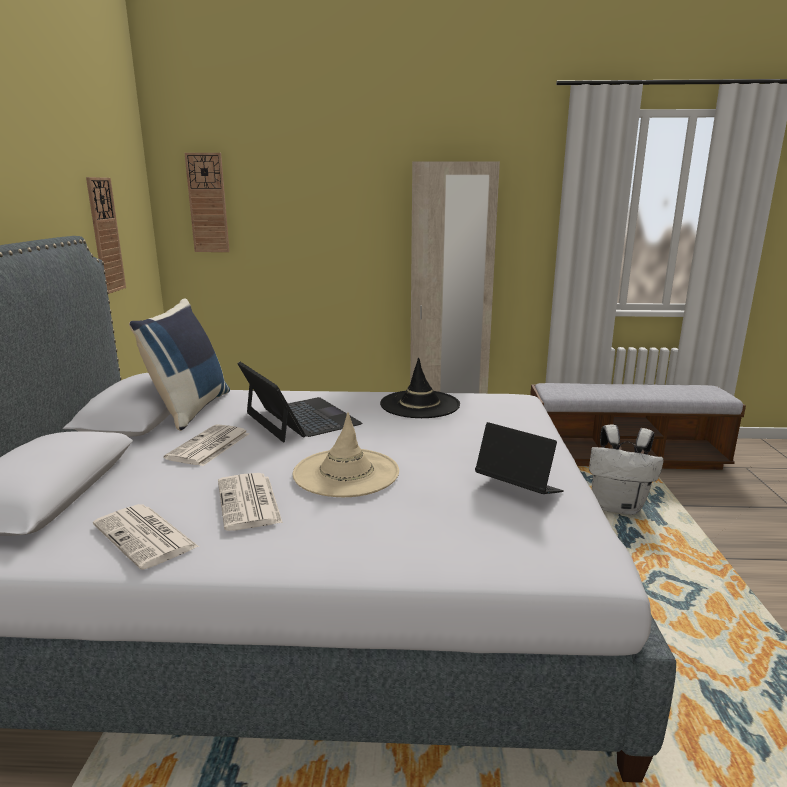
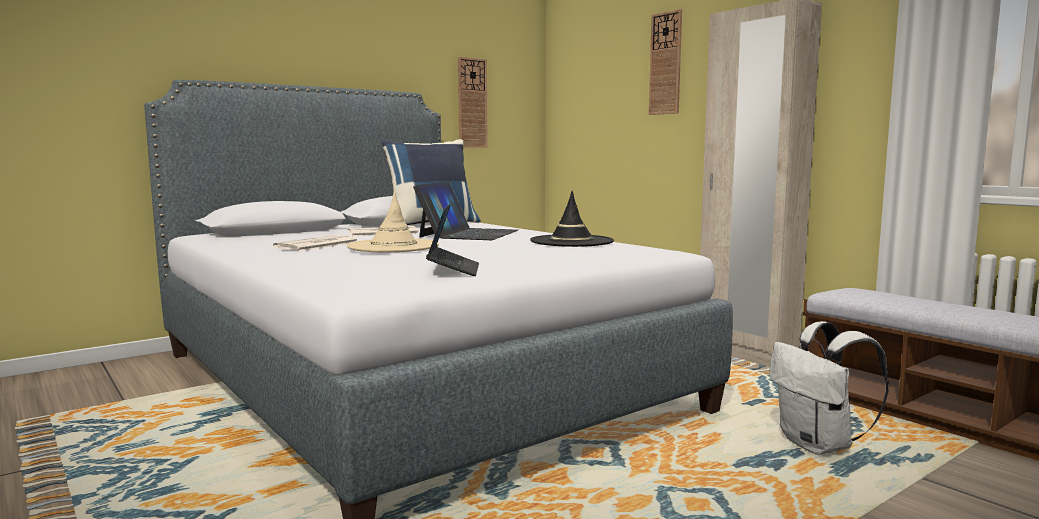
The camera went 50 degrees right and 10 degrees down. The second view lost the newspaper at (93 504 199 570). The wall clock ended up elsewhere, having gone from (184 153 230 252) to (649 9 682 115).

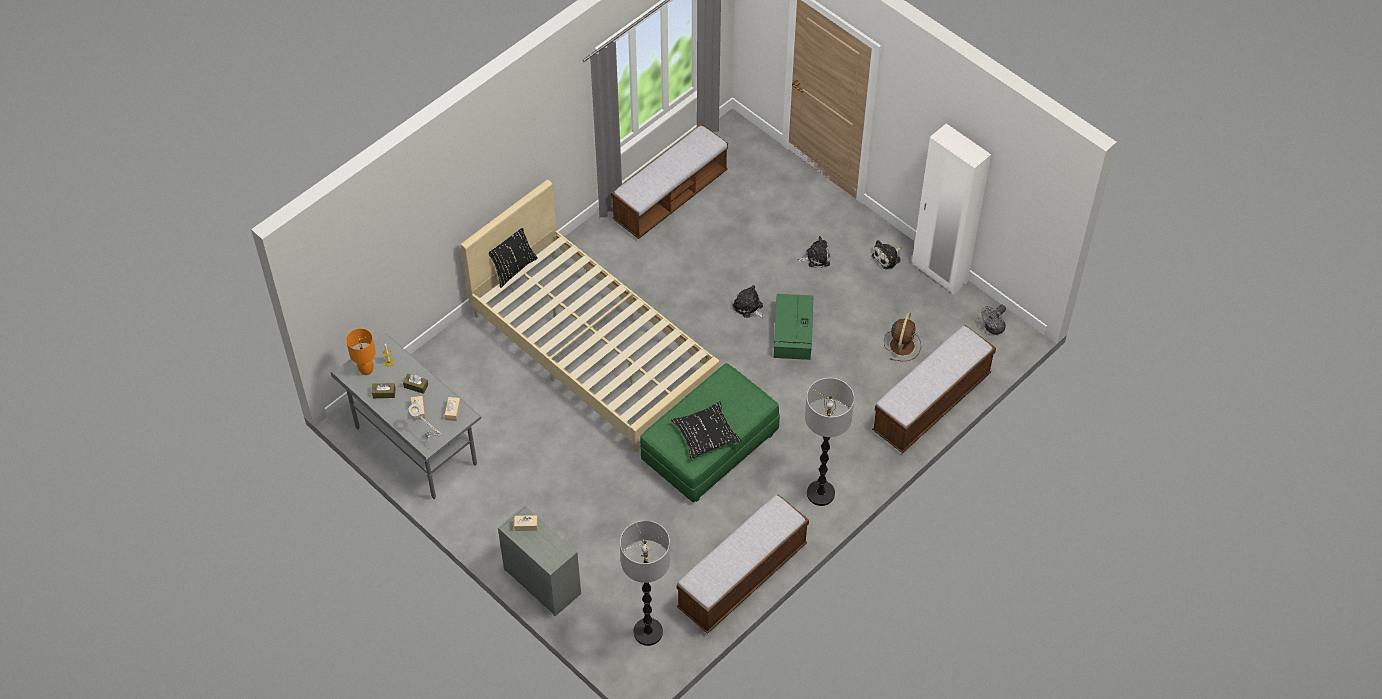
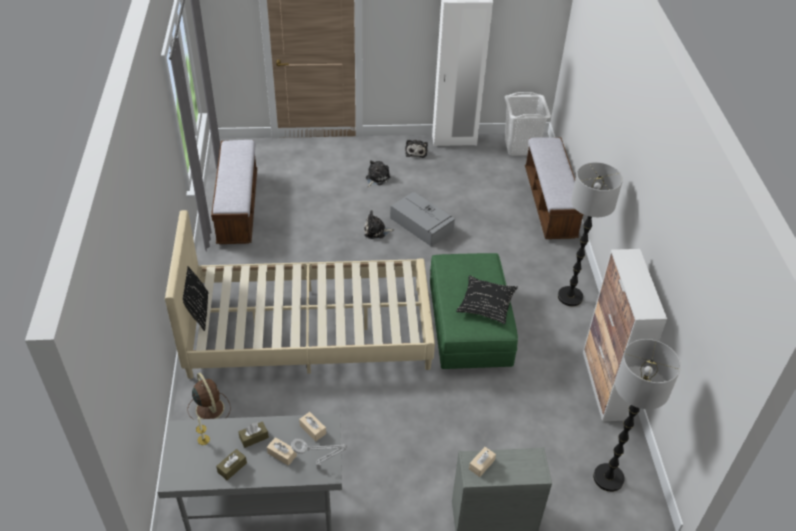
The camera went 50 degrees left and 10 degrees down. The second view lost the orange table lamp at (346 328 376 375). Where the bench stood at (677 494 809 634), the cabinet came to stand at (583 249 667 421). What was the green storage box at (773 294 813 360) turned into the grey storage box at (390 192 455 247). The brown fan ended up elsewhere, having gone from (884 312 921 361) to (187 373 231 420). Where the grey fan stood at (981 304 1006 335), the white laundry basket came to stand at (505 92 551 156).

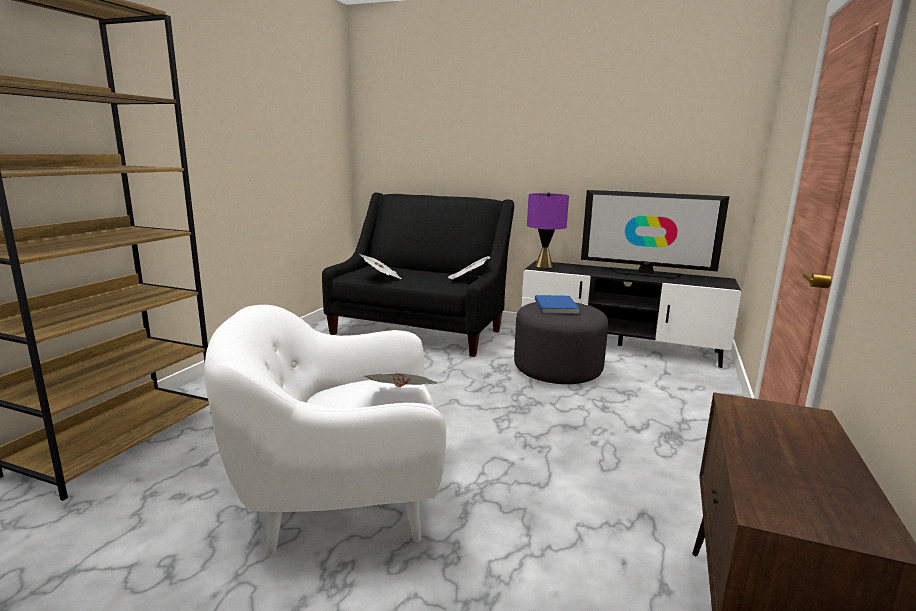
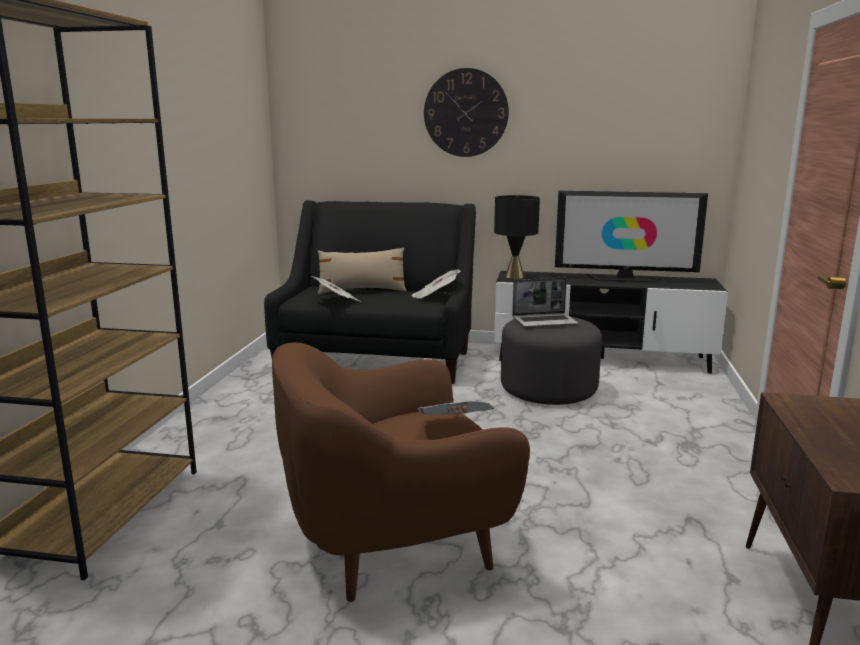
The camera went 10 degrees left and 0 degrees up. What was the white armchair at (204 305 446 556) turned into the brown armchair at (272 342 530 602). What was the purple table lamp at (527 192 569 268) turned into the black table lamp at (494 195 540 279). Where the blue book stood at (535 295 580 314), the laptop came to stand at (512 278 579 328). The second view gained the beige pillow at (317 248 407 294). The second view gained the wall clock at (424 68 509 157).

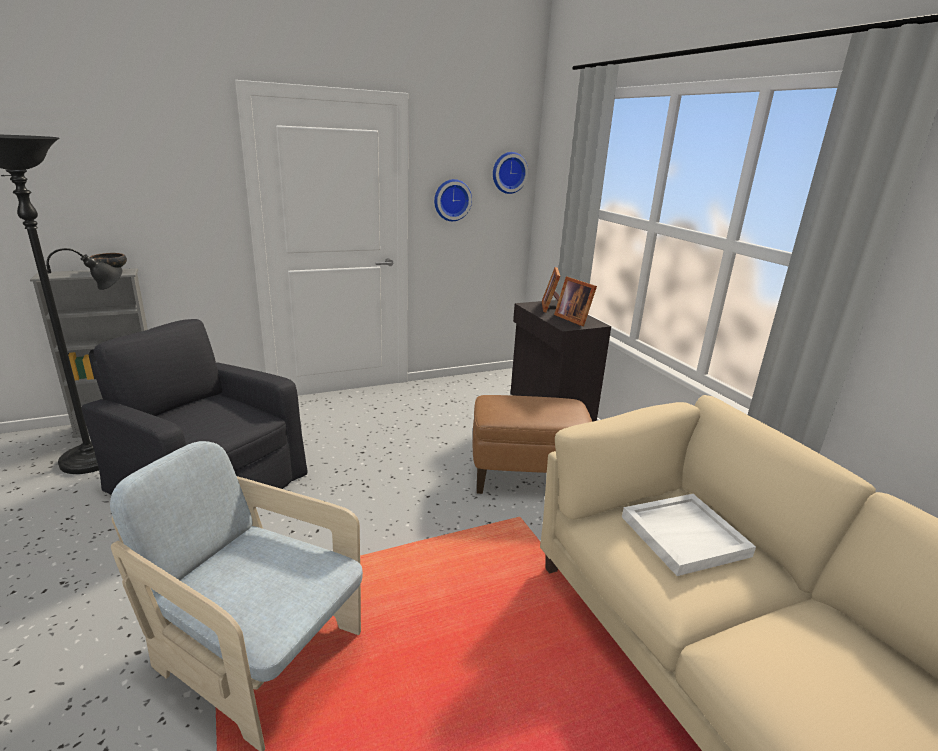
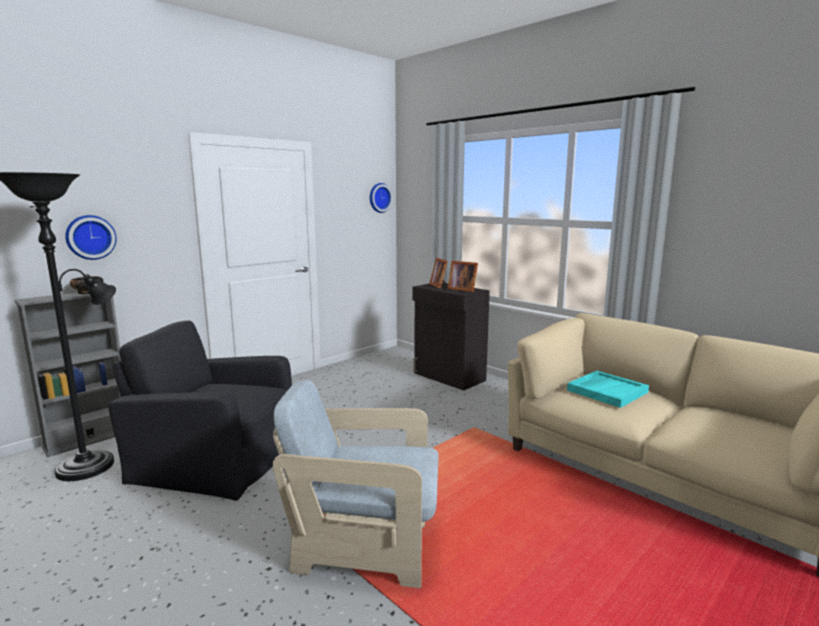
The camera went 20 degrees left and 10 degrees down. The wall clock ended up elsewhere, having gone from (434 179 472 221) to (65 215 117 260). The second view lost the brown ottoman at (473 395 592 494). What was the white tray at (622 494 756 576) turned into the turquoise tray at (567 371 649 408).

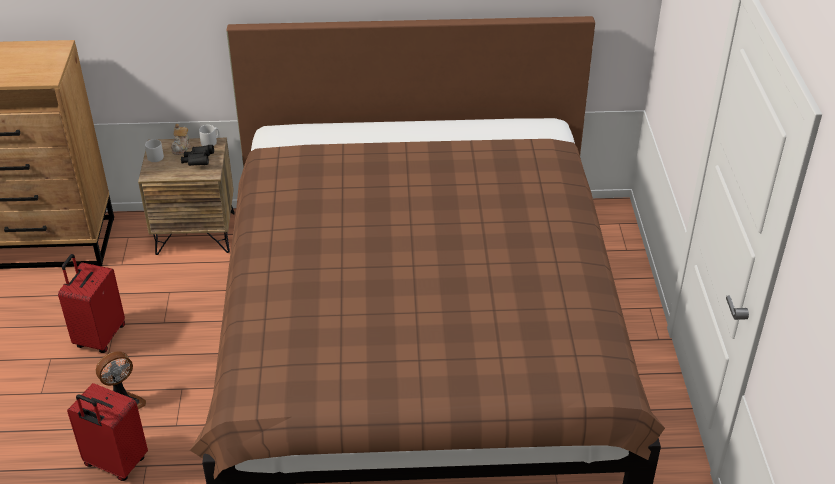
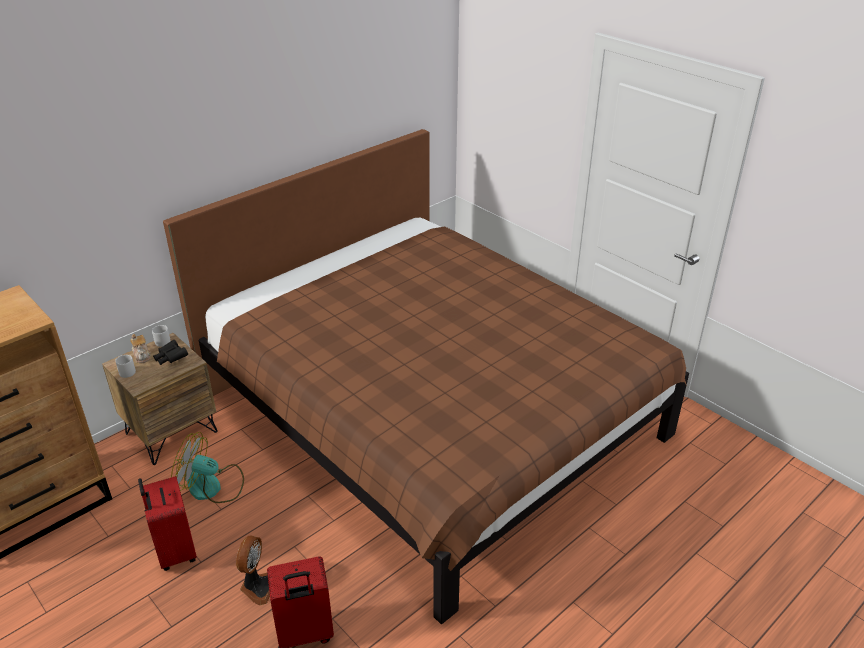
The camera went 40 degrees left and 5 degrees down. The second view gained the fan at (171 432 244 503).

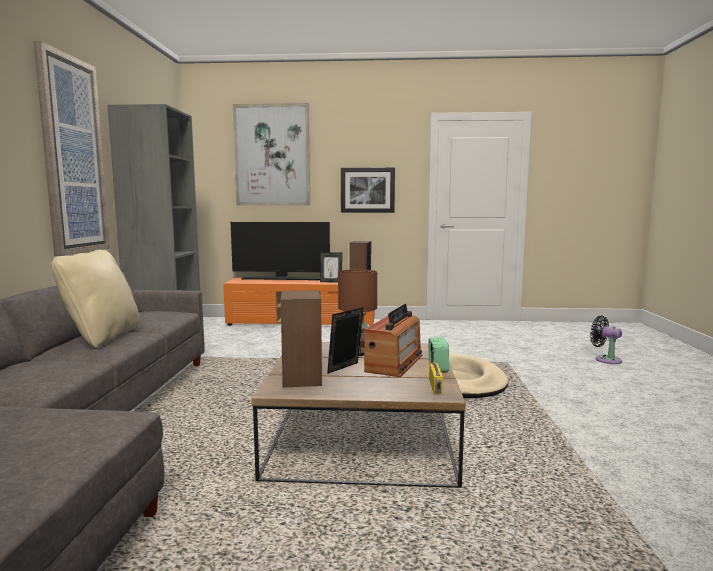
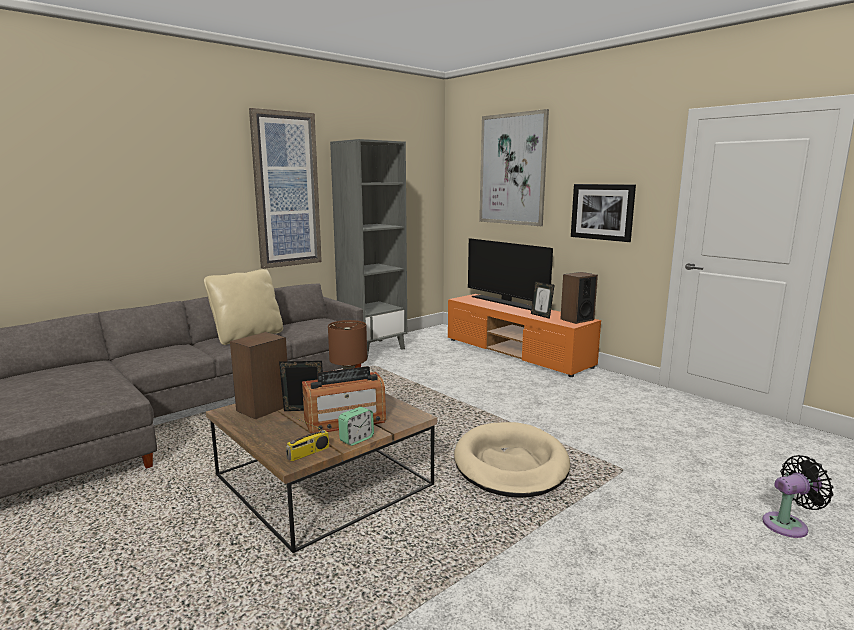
The camera went 45 degrees right and 5 degrees up. The black fan at (590 315 622 364) ended up facing another way, 75 degrees clockwise from before.

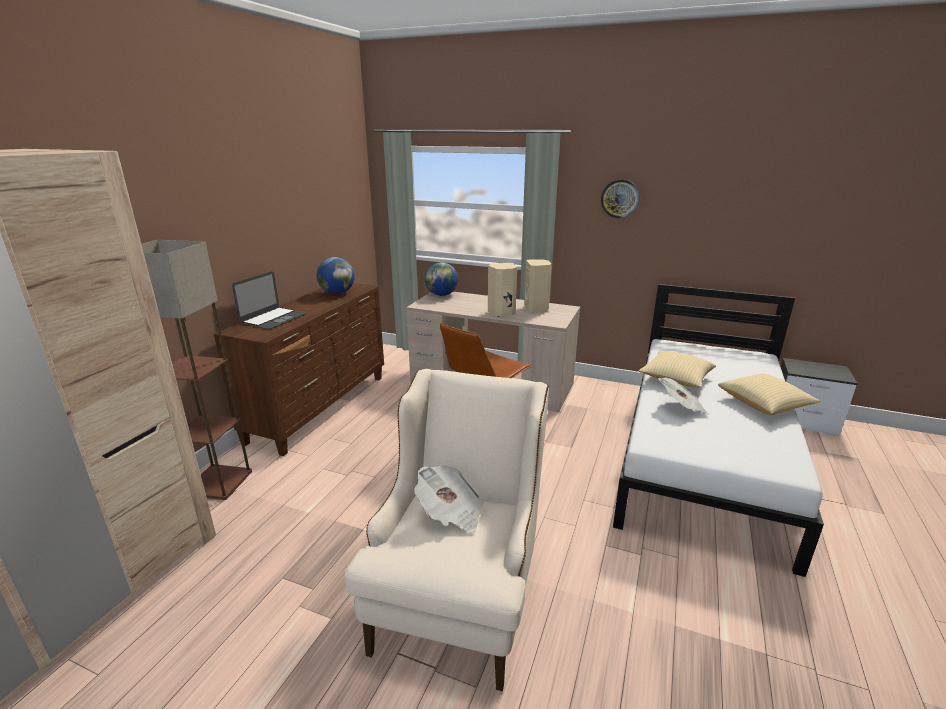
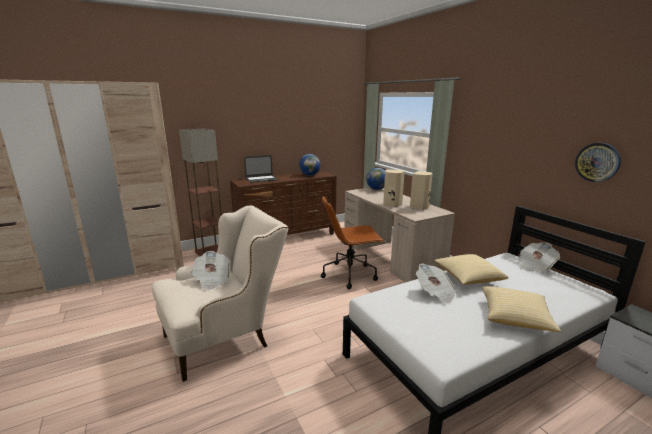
The camera went 40 degrees right and 5 degrees down. The wall clock ended up elsewhere, having gone from (601 179 640 218) to (575 143 621 182). The second view gained the newspaper at (519 242 560 273).

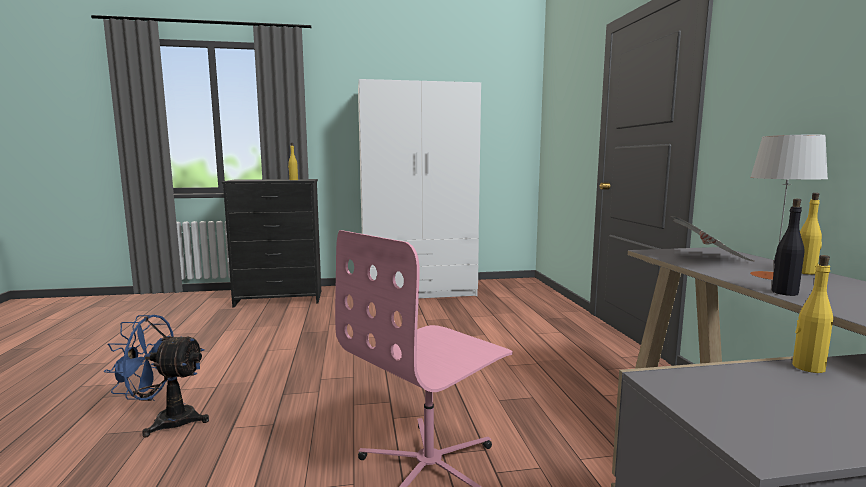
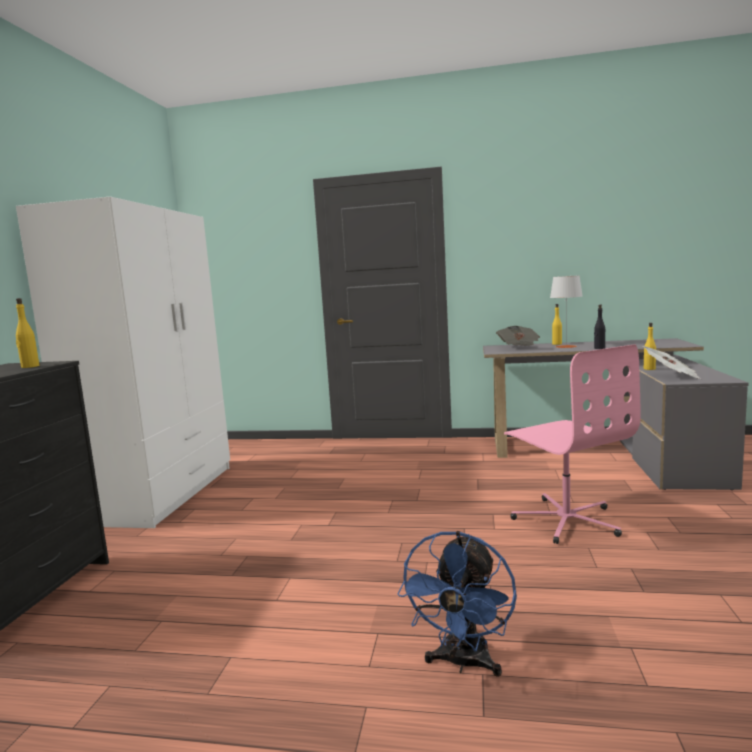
The camera went 70 degrees left and 0 degrees up. The second view gained the newspaper at (643 346 701 379).

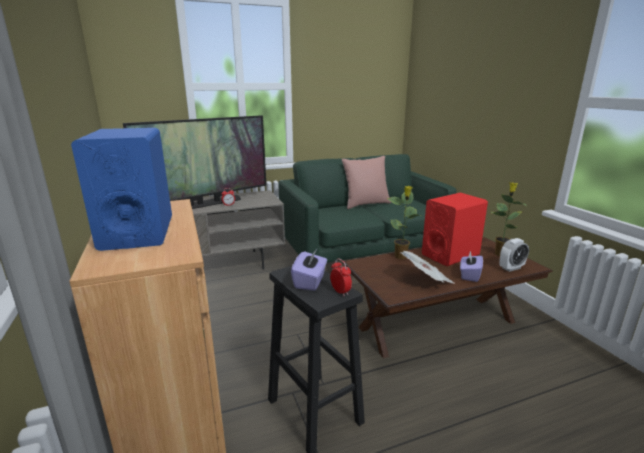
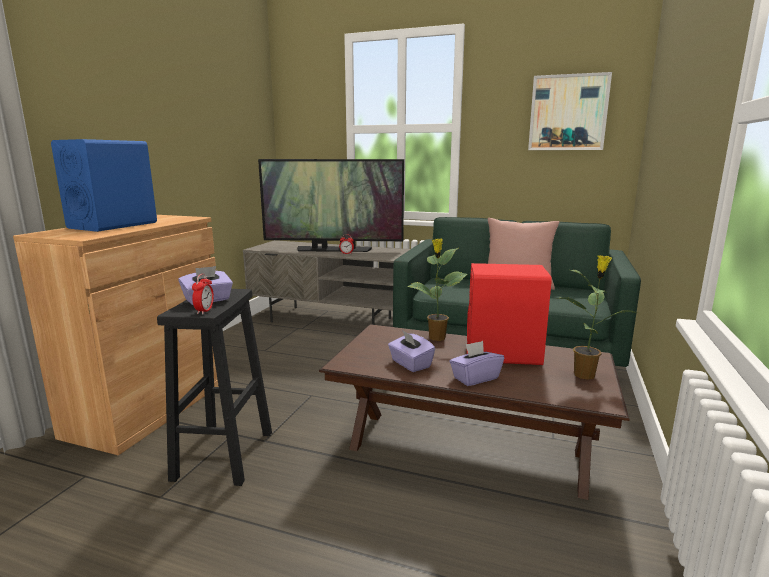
The camera went 40 degrees right and 5 degrees down. Where the newspaper stood at (400 251 455 284), the purple tissue box came to stand at (388 331 435 372). The second view lost the alarm clock at (499 238 529 272). The second view gained the picture at (528 72 612 150).

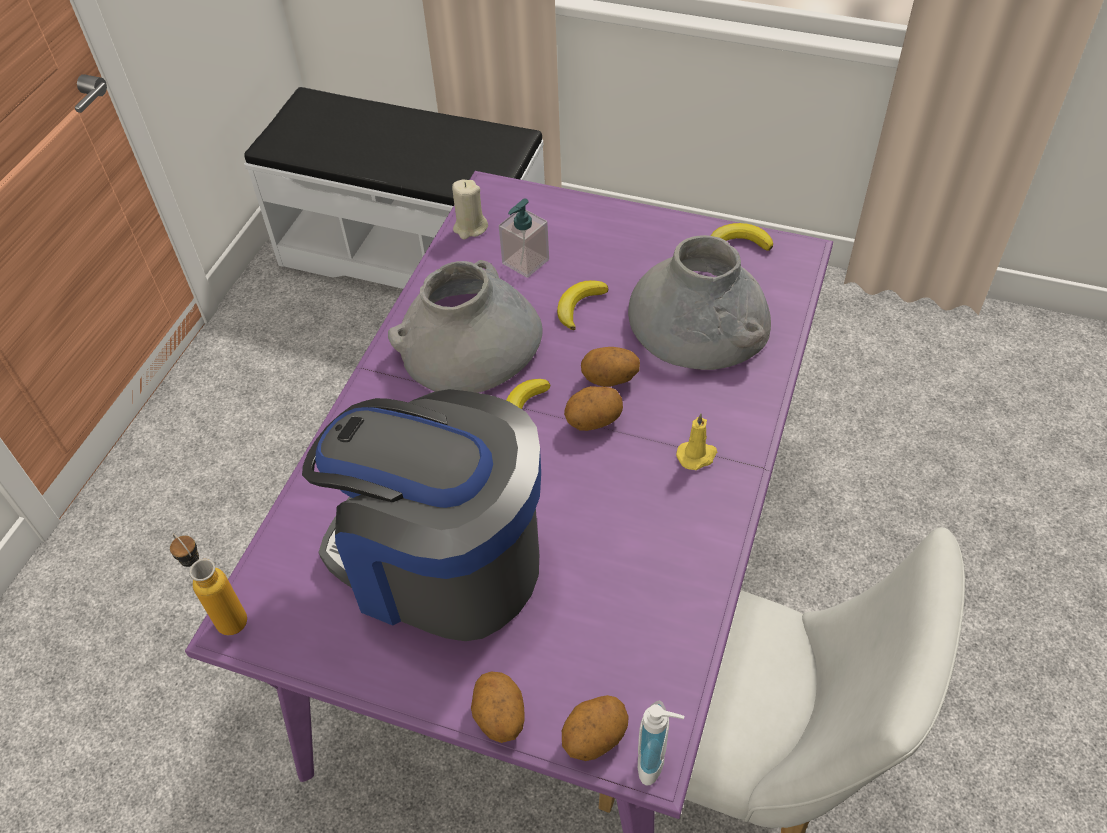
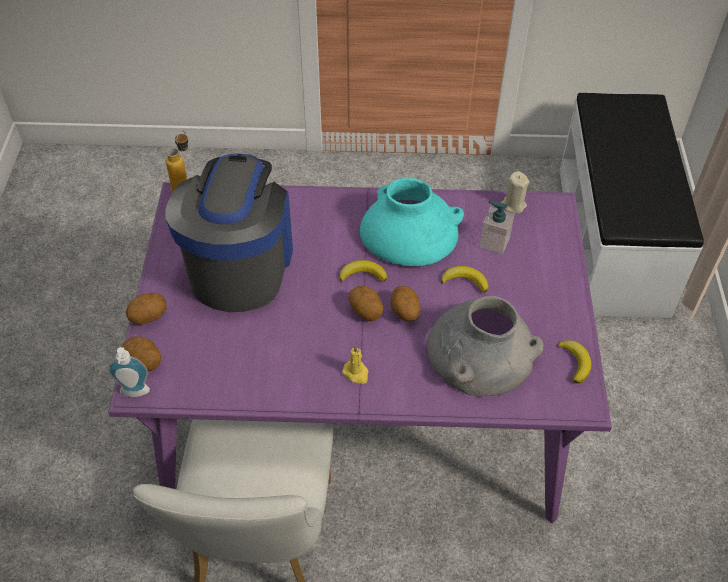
The camera went 70 degrees right and 0 degrees up. What was the grey vase at (388 260 543 393) turned into the turquoise vase at (360 178 464 266).

